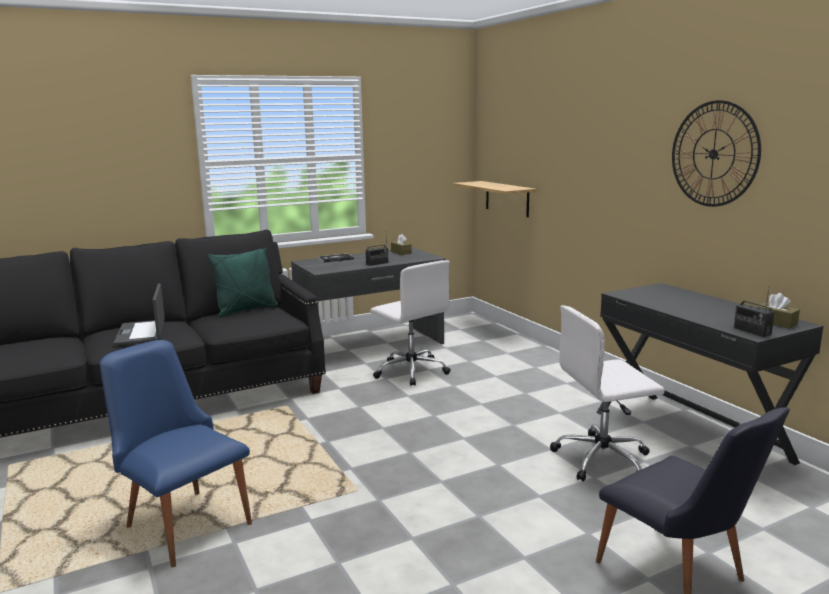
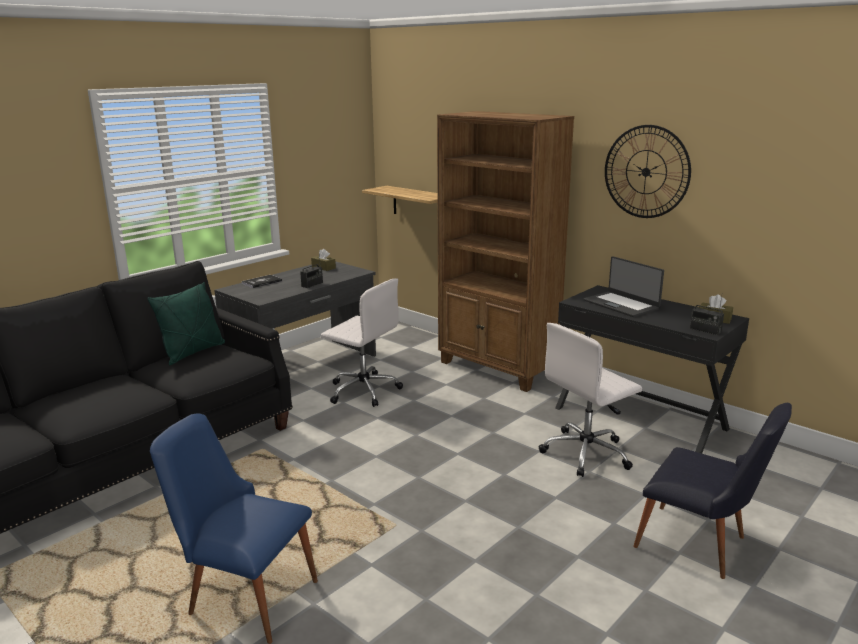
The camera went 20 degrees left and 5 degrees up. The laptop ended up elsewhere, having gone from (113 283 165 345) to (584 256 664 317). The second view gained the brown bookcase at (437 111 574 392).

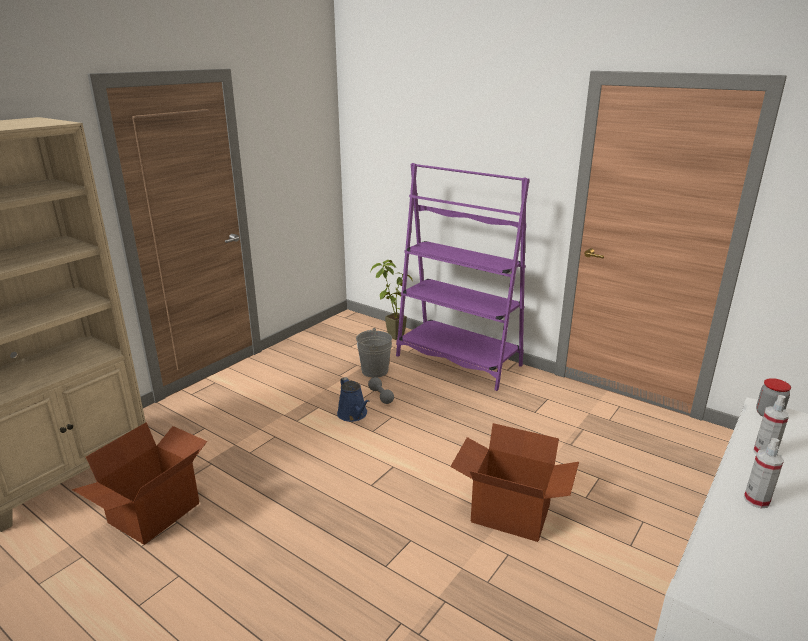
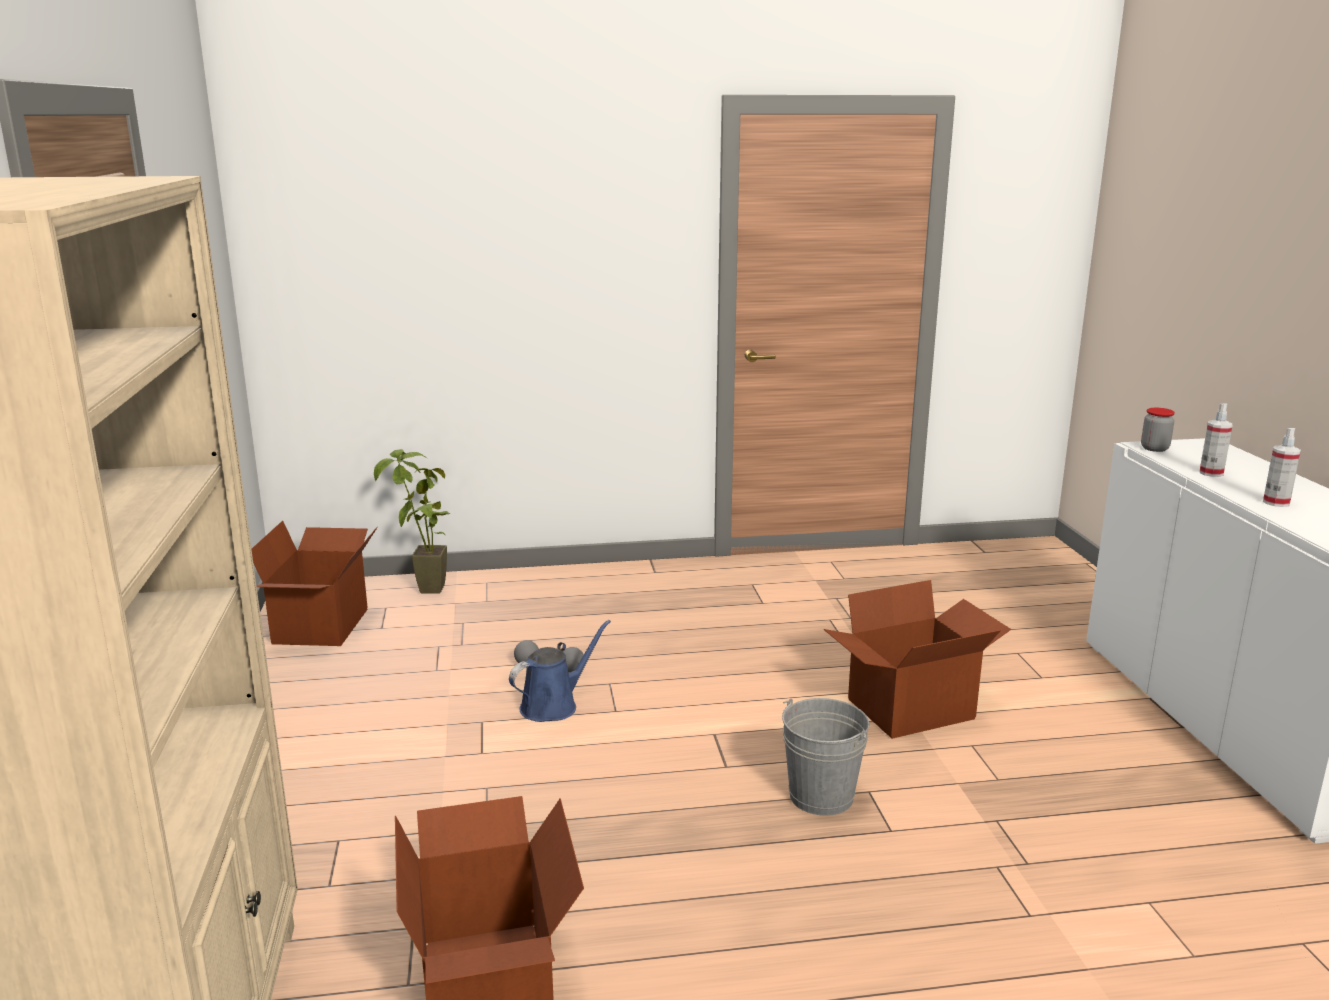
The camera went 45 degrees left and 5 degrees down. The blue watering can at (337 377 369 422) ended up facing another way, 60 degrees counterclockwise from before. The grey bucket ended up elsewhere, having gone from (356 328 392 378) to (782 698 869 816). The second view lost the purple bookcase at (396 163 530 391). The second view gained the cardboard box at (252 521 378 646).

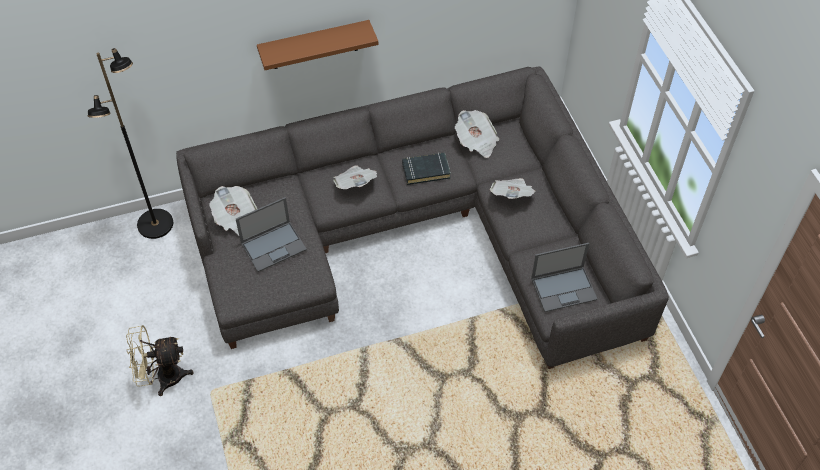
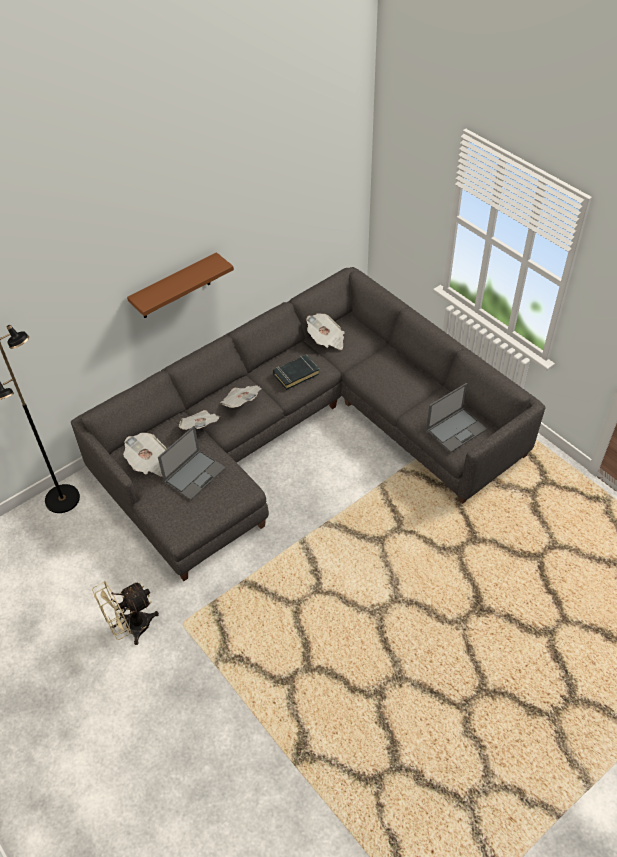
The camera went 20 degrees left and 5 degrees down. The newspaper ended up elsewhere, having gone from (490 178 536 199) to (179 410 220 430).

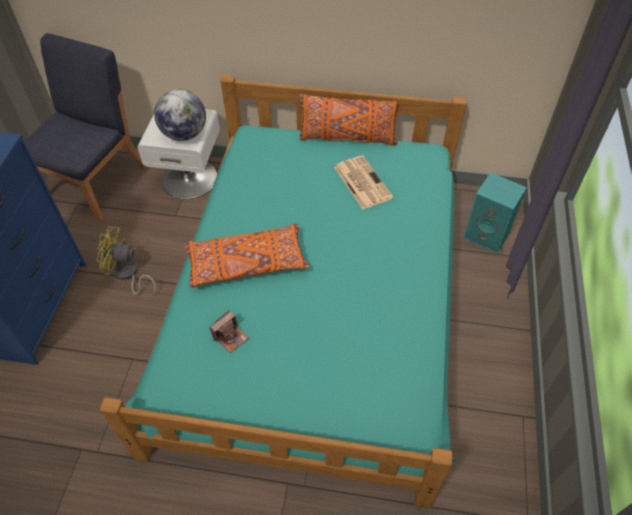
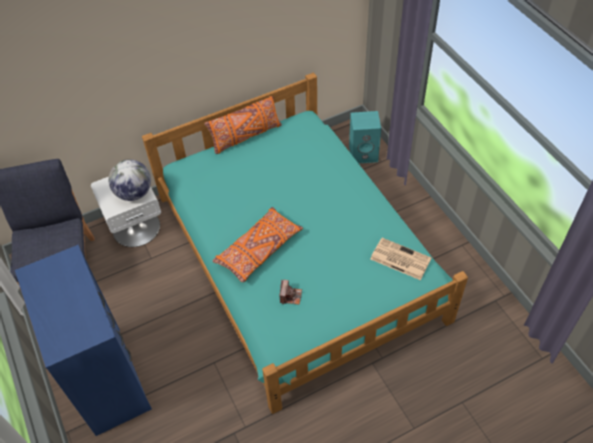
The camera went 35 degrees left and 0 degrees up. The second view lost the yellow fan at (96 226 156 295). The newspaper ended up elsewhere, having gone from (334 155 394 209) to (371 238 432 280).

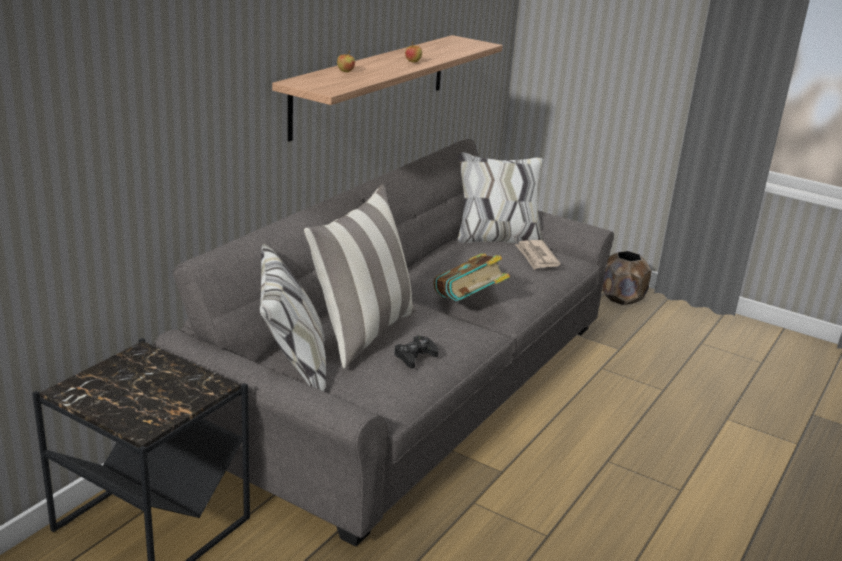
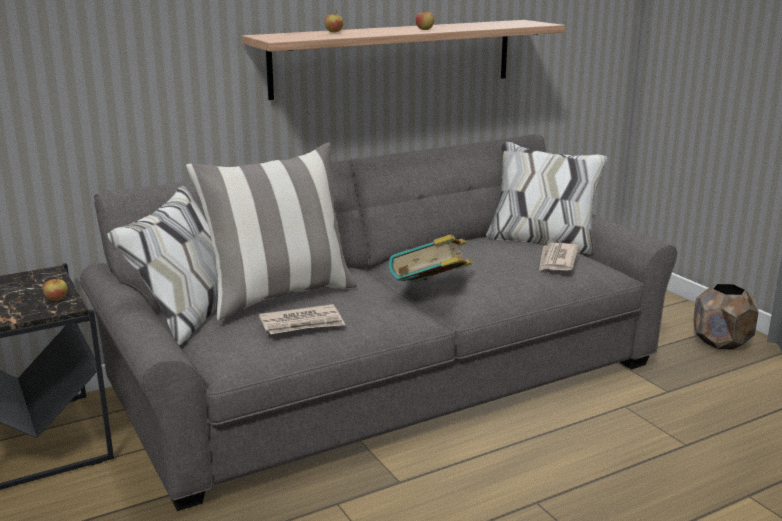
The camera went 30 degrees right and 5 degrees down. Where the black game controller stood at (394 335 439 369), the newspaper came to stand at (259 304 345 334). The second view gained the apple at (43 276 67 301).

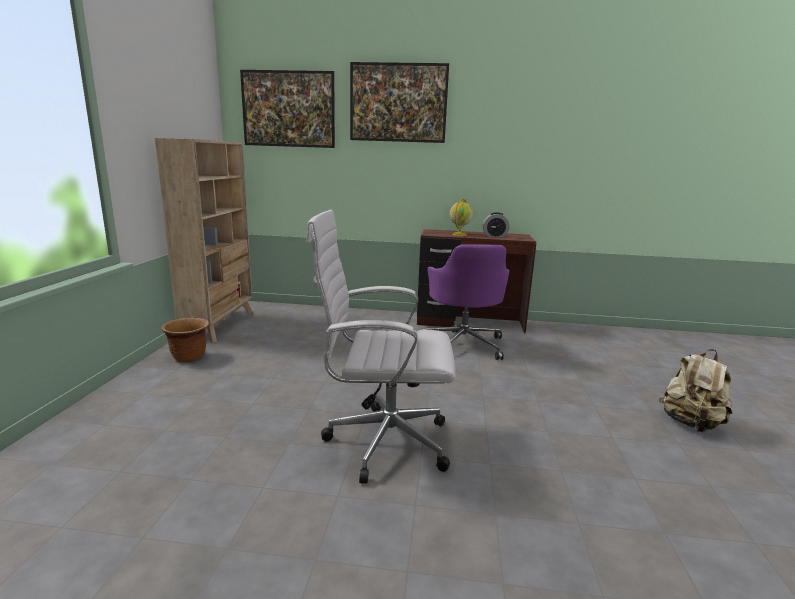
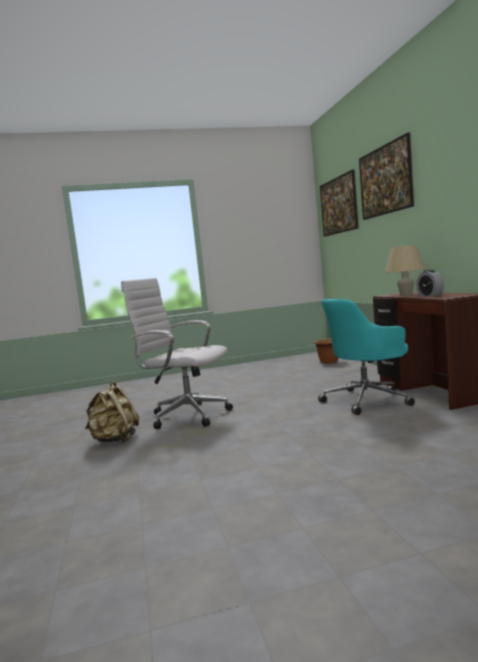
The camera went 70 degrees right and 10 degrees down. The second view lost the beige bookcase at (155 138 253 343). The brown planter ended up elsewhere, having gone from (162 318 209 362) to (314 339 339 364). The white office chair at (306 210 456 484) ended up facing another way, 45 degrees counterclockwise from before. What was the purple office chair at (422 244 509 360) turned into the turquoise office chair at (318 299 415 415). Where the globe stood at (449 198 473 236), the beige table lamp came to stand at (385 245 425 296). The beige backpack ended up elsewhere, having gone from (659 349 732 432) to (85 382 139 443).

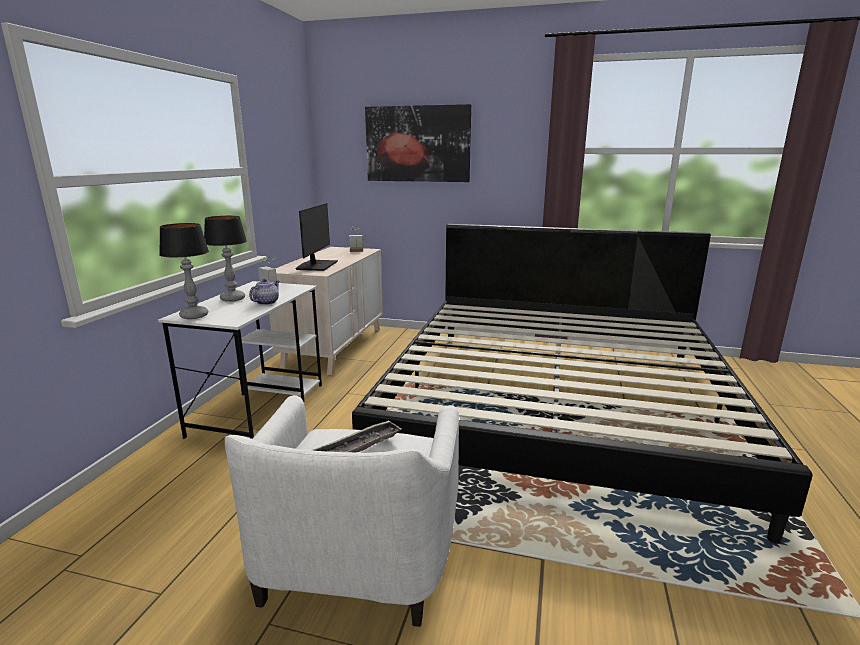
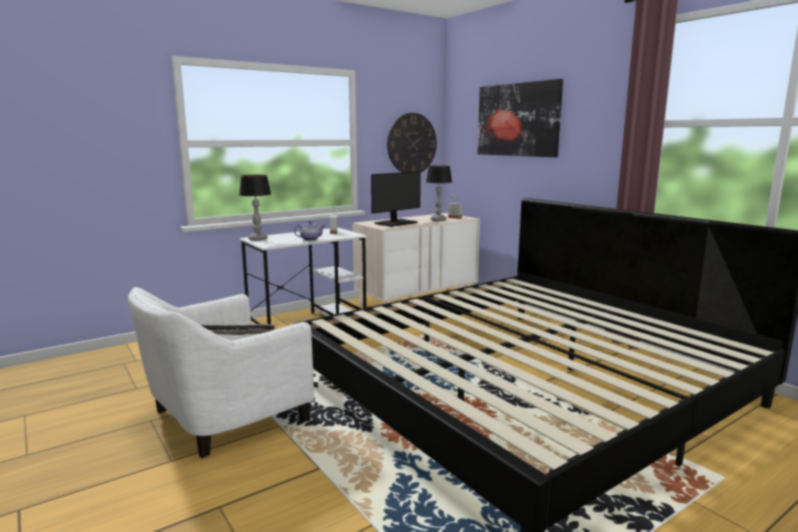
The camera went 40 degrees right and 5 degrees down. The table lamp ended up elsewhere, having gone from (204 216 247 302) to (426 165 452 221). The second view gained the wall clock at (387 113 437 172).

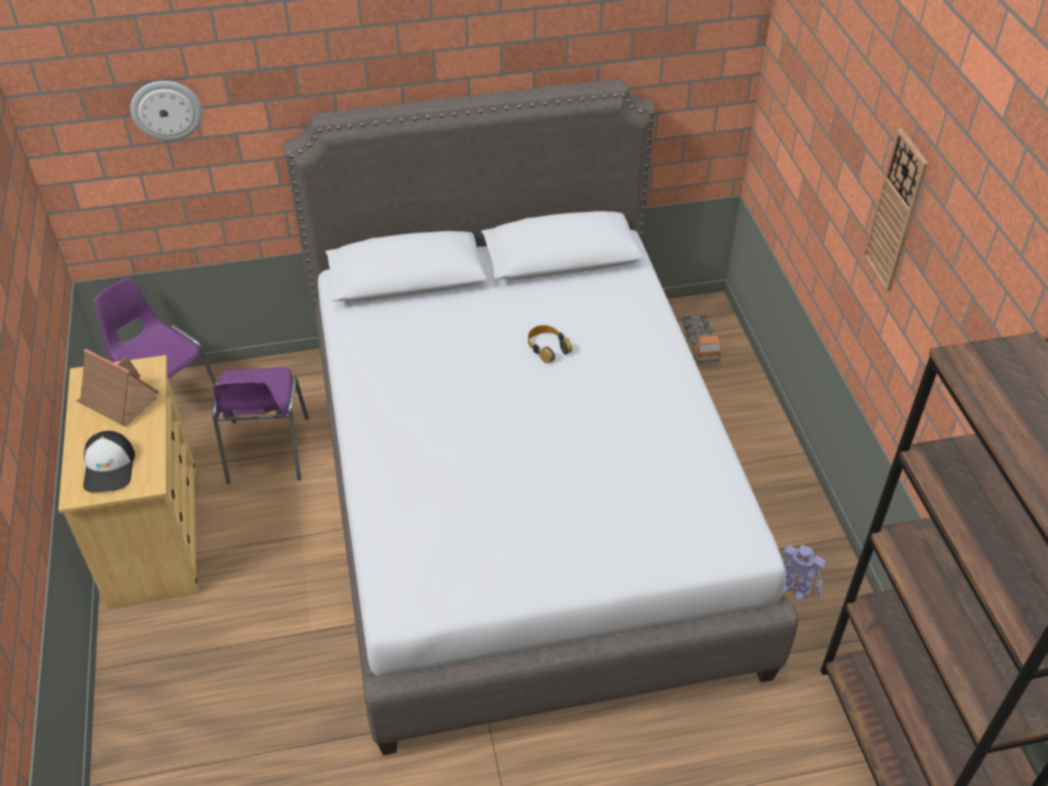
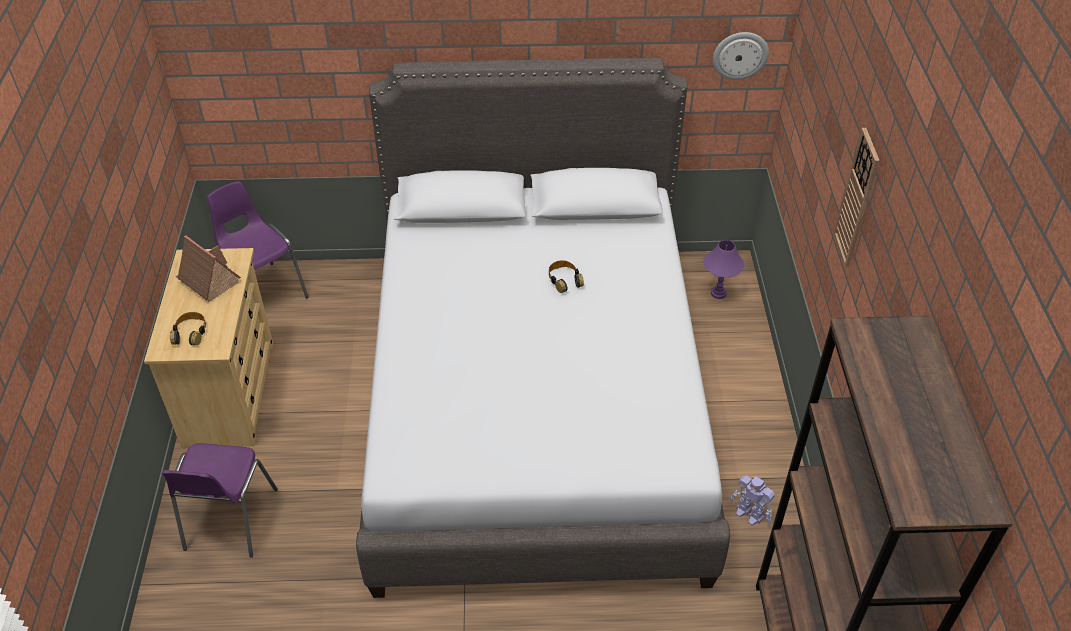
The camera went 10 degrees right and 0 degrees up. Where the cap stood at (83 431 135 492), the headphones came to stand at (170 312 206 345). The wall clock ended up elsewhere, having gone from (130 81 203 141) to (713 32 769 80). The purple chair ended up elsewhere, having gone from (212 367 309 484) to (162 443 278 557). Where the toy truck stood at (683 314 723 363), the purple table lamp came to stand at (704 240 744 299).

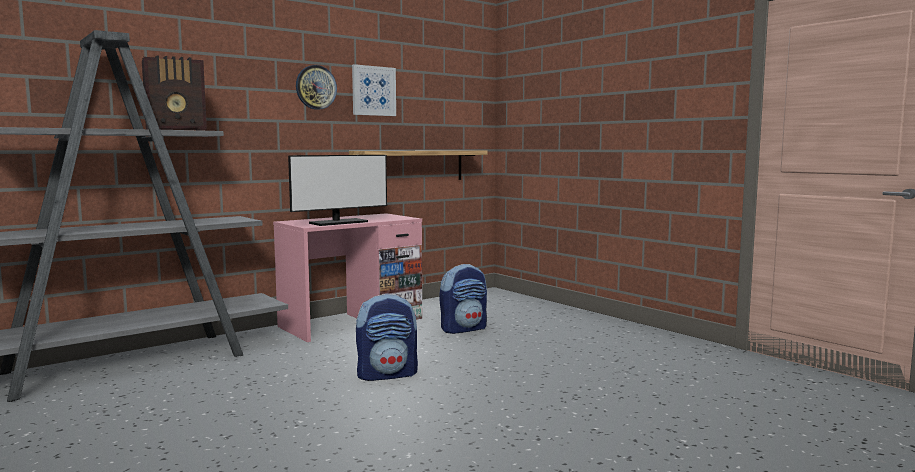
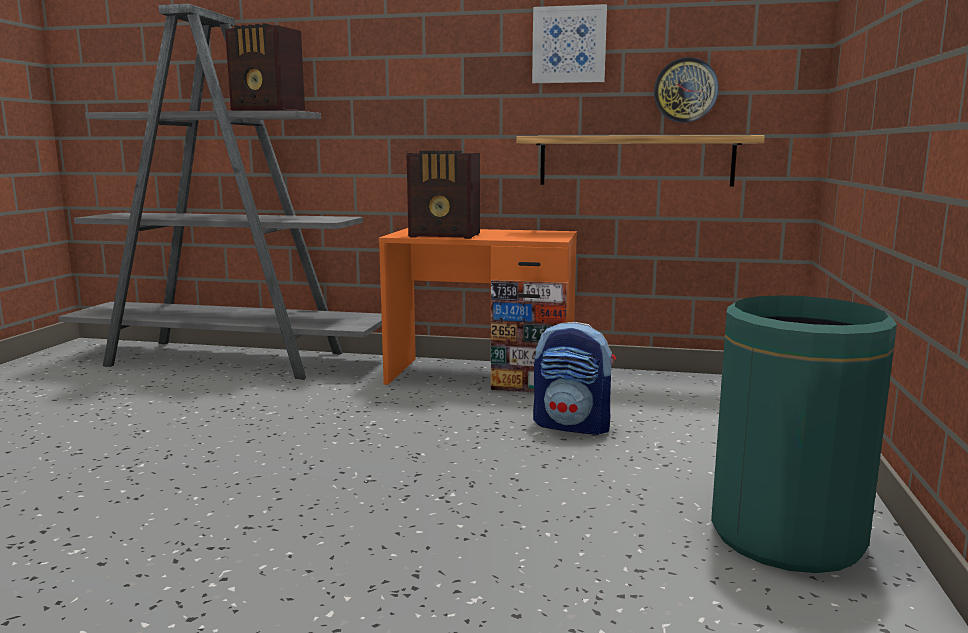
The camera went 50 degrees right and 5 degrees up. What was the pink desk at (273 213 422 342) turned into the orange desk at (379 228 577 393). Where the monitor stood at (288 155 387 226), the radio came to stand at (406 151 480 239). The wall clock ended up elsewhere, having gone from (296 65 337 110) to (654 57 719 123). The second view lost the backpack at (356 294 418 381). The second view gained the green trash can at (711 295 897 573).

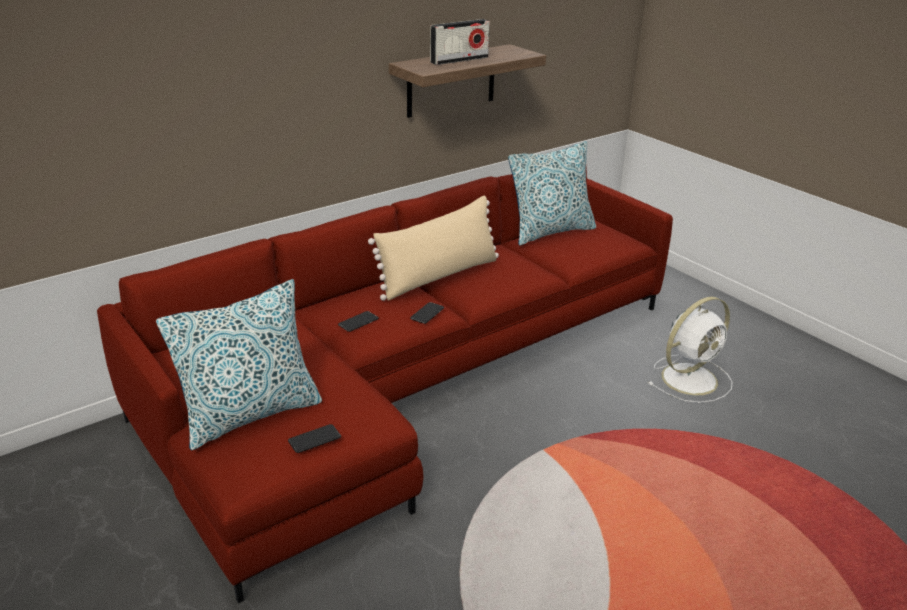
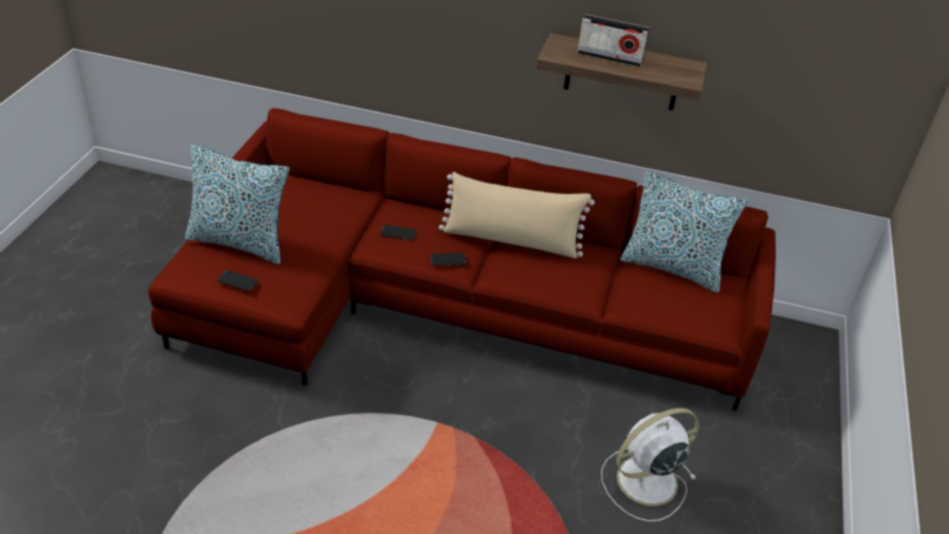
The camera went 50 degrees right and 10 degrees up. The white fan at (647 297 733 403) ended up facing another way, 135 degrees clockwise from before.

